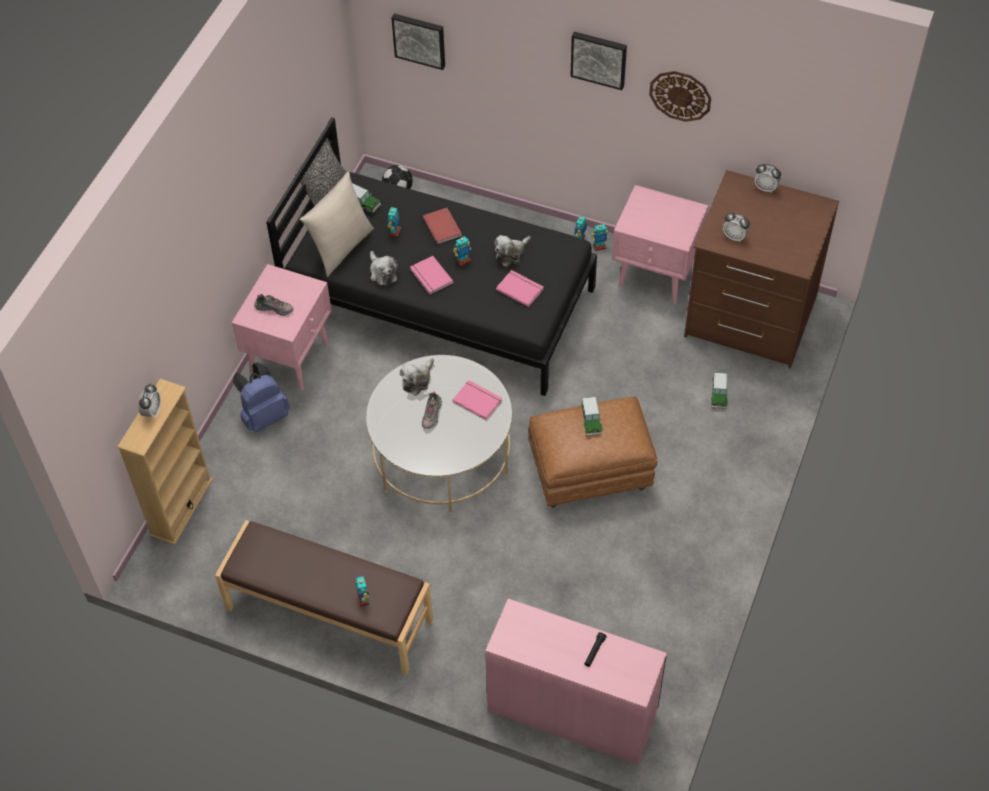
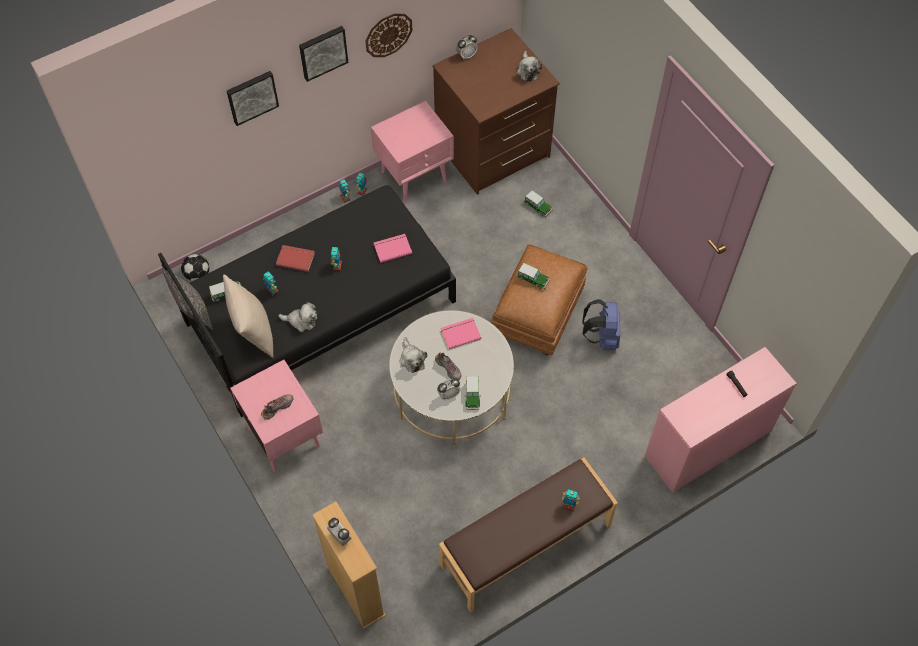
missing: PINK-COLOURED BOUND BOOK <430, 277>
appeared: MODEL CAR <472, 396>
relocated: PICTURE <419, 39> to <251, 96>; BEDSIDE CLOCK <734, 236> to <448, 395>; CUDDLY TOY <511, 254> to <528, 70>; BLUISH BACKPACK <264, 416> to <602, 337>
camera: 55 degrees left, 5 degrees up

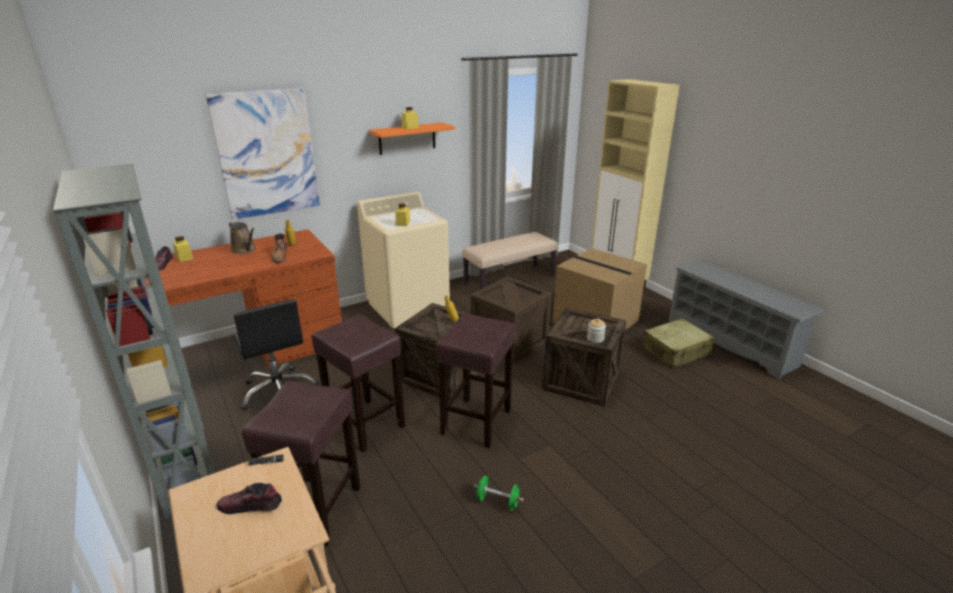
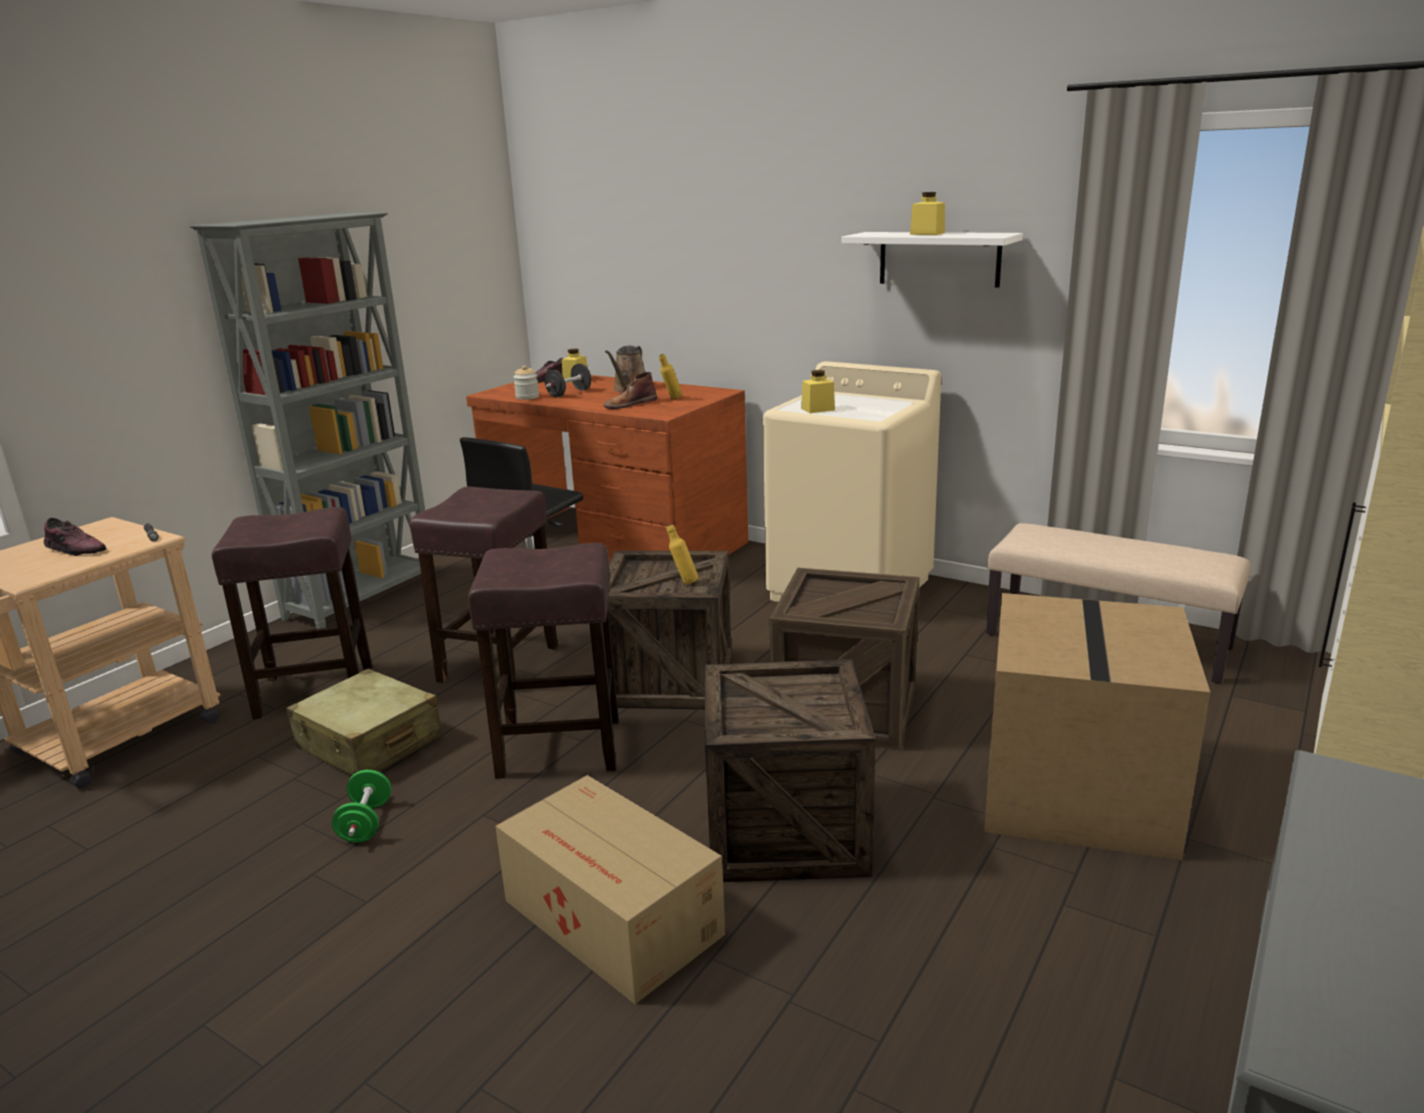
missing: PICTURE <267, 154>
appeared: BLACKISH DUMBBELL <569, 393>; CARDBOARD BOX <613, 919>
relocated: BEIGE PIECE OF LUGGAGE <675, 352> to <369, 743>; PRESERVE JAR <595, 339> to <527, 397>
colour: ORANGE-COLOURED BRACKET SHELF <407, 138> to WHITE-COLOURED BRACKET SHELF <939, 259>
spun: ITEM OF FOOTWEAR <251, 506> = <76, 550> 135 degrees clockwise
camera: 65 degrees right, 5 degrees down

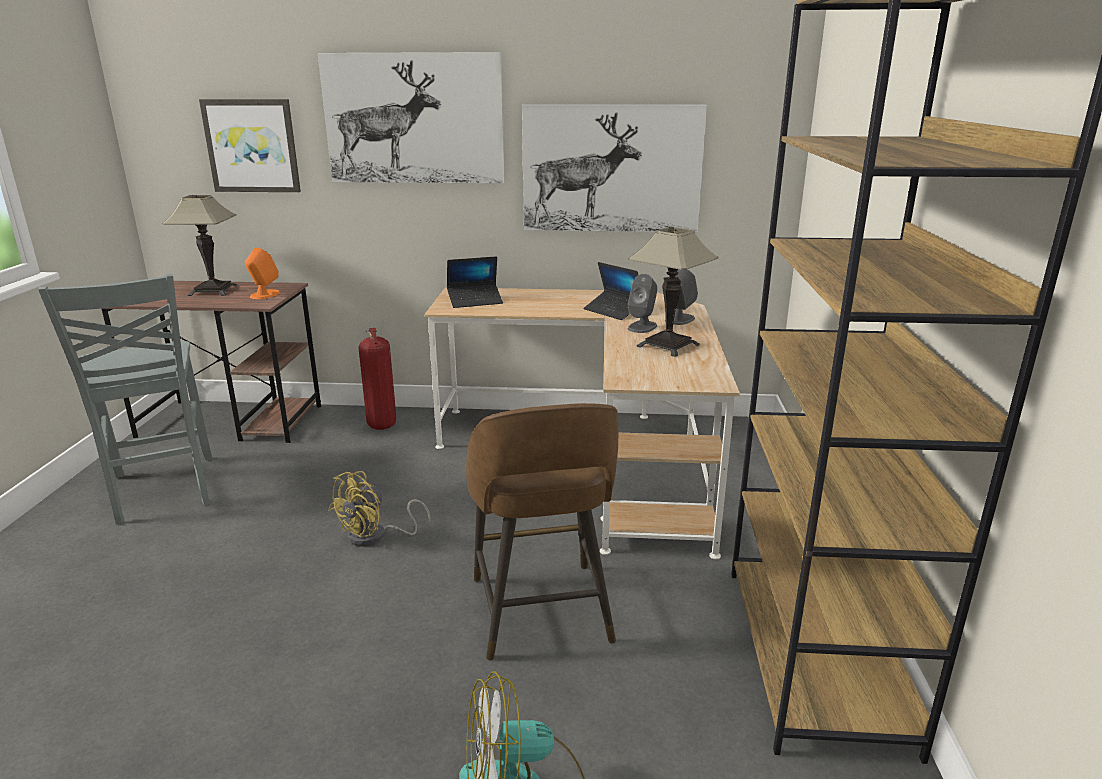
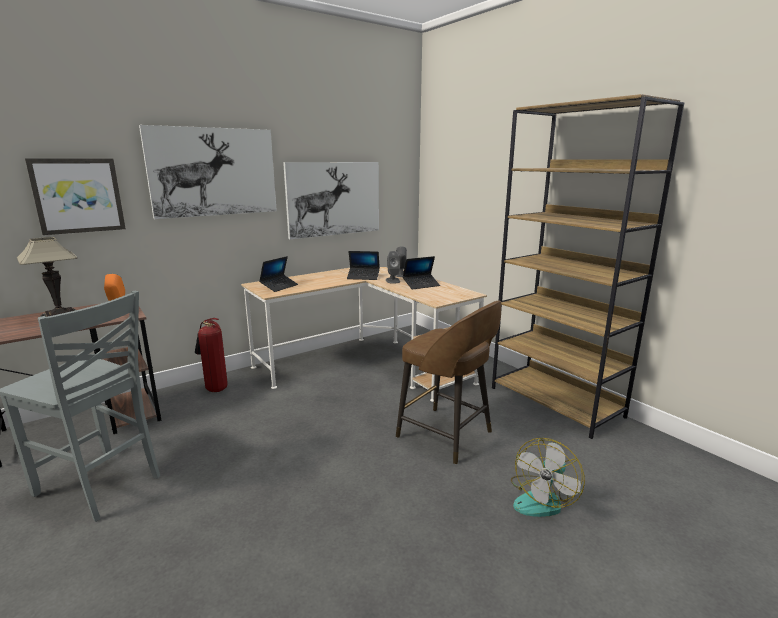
missing: YELLOW-COLOURED FAN <375, 536>
exchanged: TABLE LAMP <668, 345> to LAPTOP <421, 285>
camera: 40 degrees left, 5 degrees down

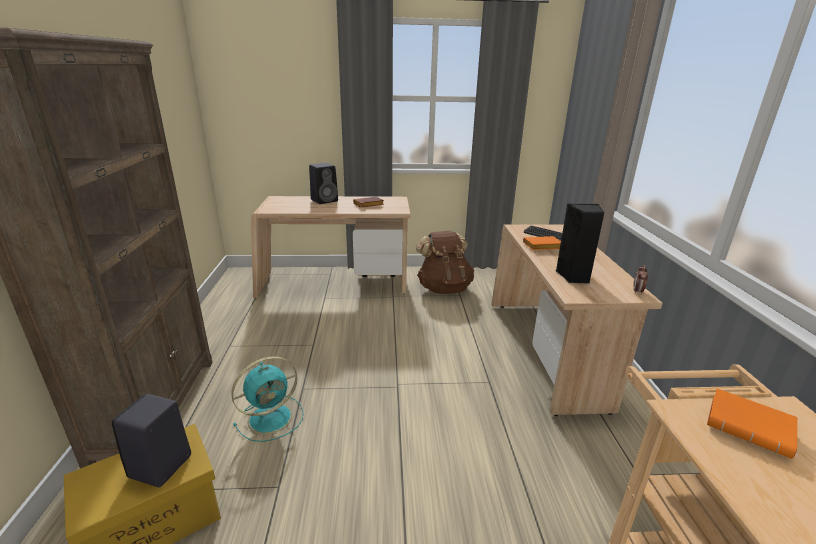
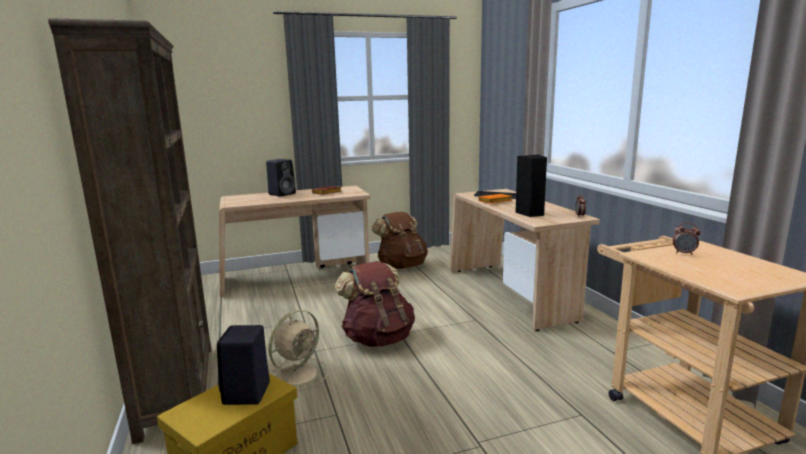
appeared: BROWN BACKPACK <378, 338>
exchanged: ORANGE-COLOURED BOUND BOOK <751, 427> to BEDSIDE CLOCK <684, 253>
colour: BLUE-GREEN FAN <272, 417> to BEIGE FAN <299, 374>
camera: 15 degrees left, 10 degrees down

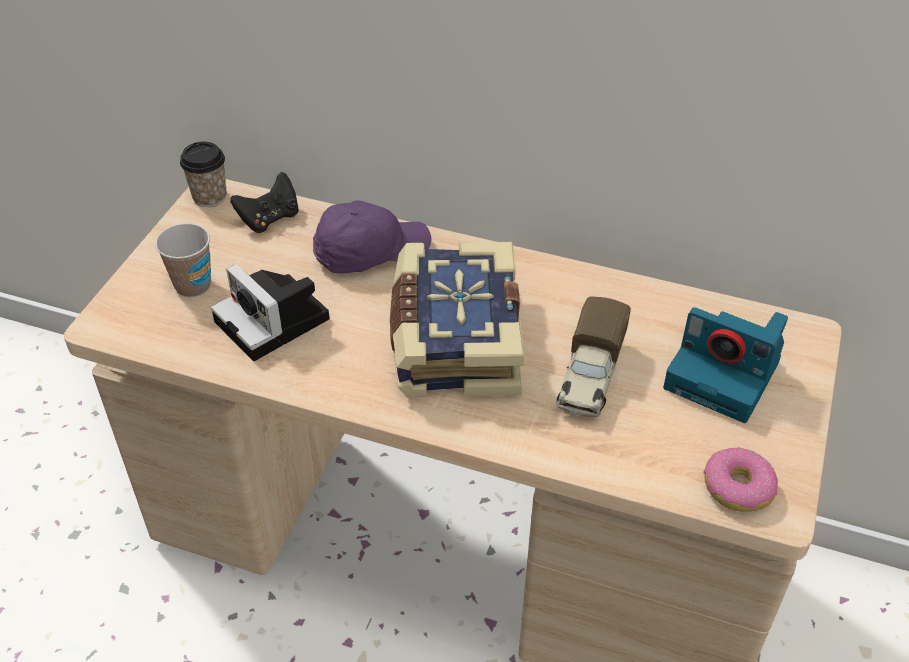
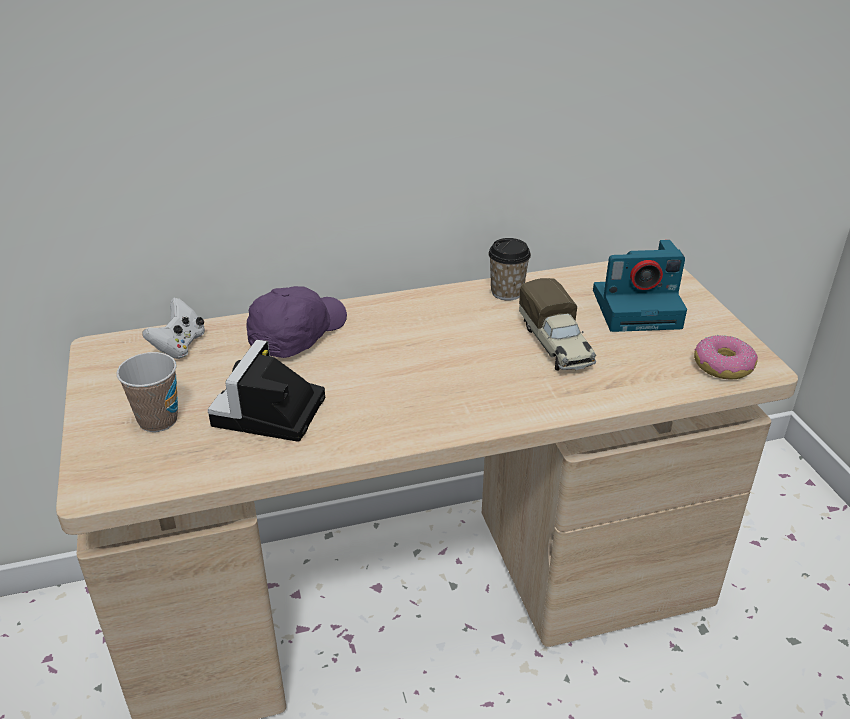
missing: BOUND BOOK <453, 340>
relocated: CUP <209, 197> to <507, 292>
colour: BLACKISH GAMEPAD <269, 219> to WHITE-COLOURED GAMEPAD <179, 345>
spun: PHOTO CAMERA <276, 322> = <269, 414> 90 degrees clockwise
camera: 35 degrees left, 10 degrees down

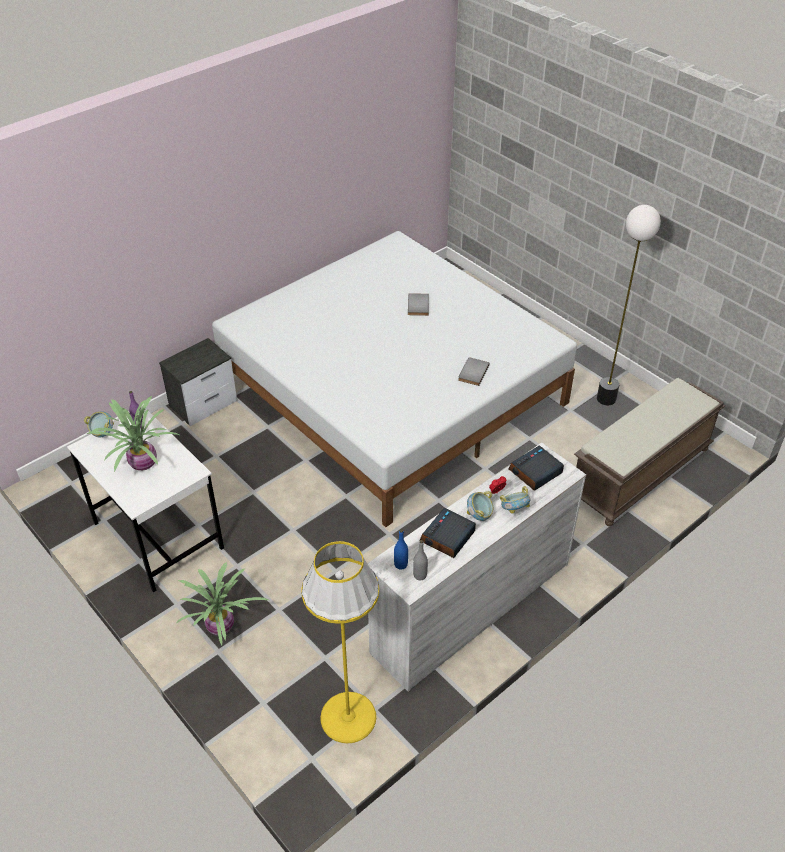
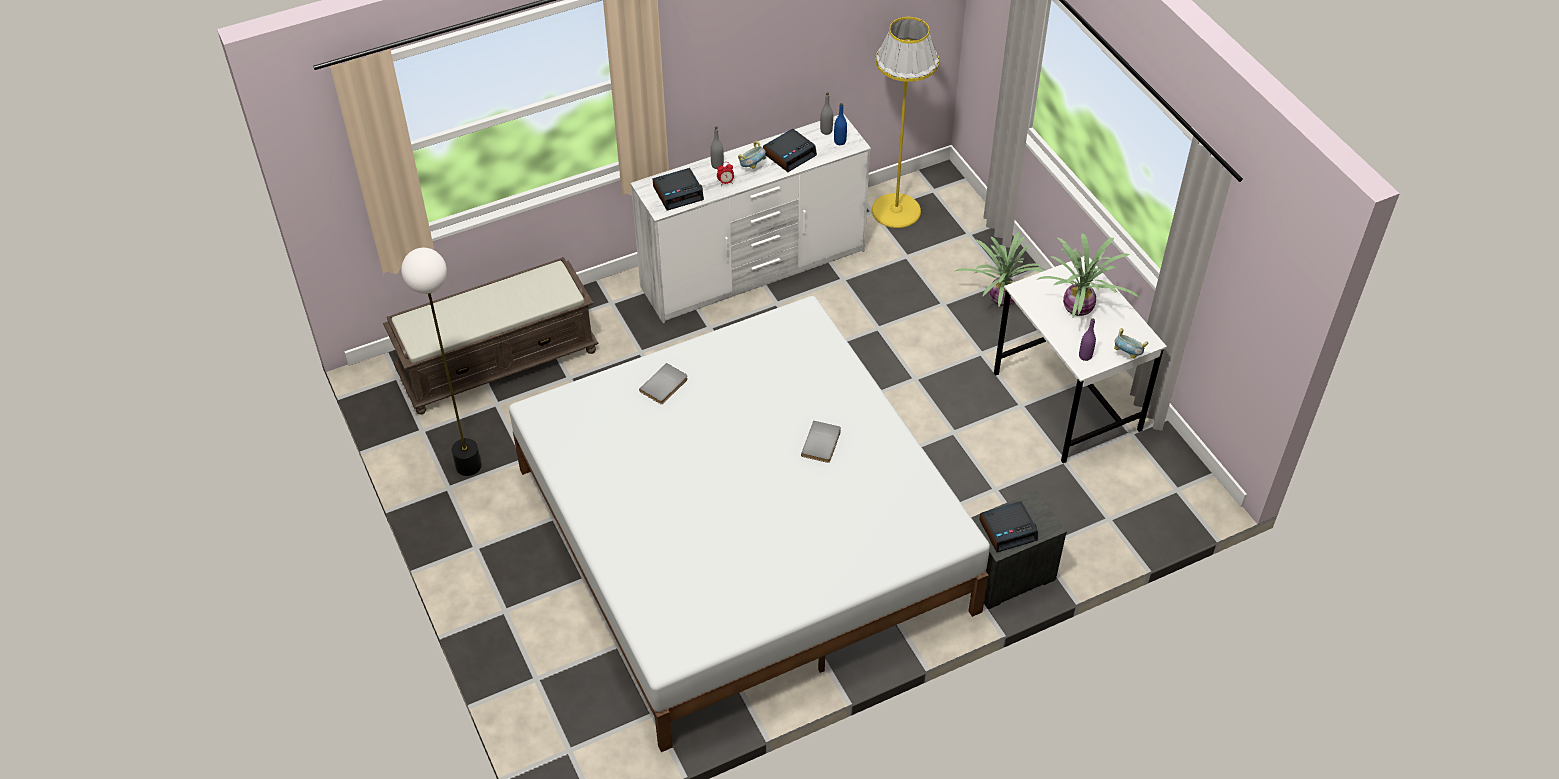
appeared: BEDSIDE CLOCK <1008, 530>
relocated: GRAY BOUND BOOK <417, 305> to <822, 443>
exchanged: SERVING BOWL <514, 509> to GRAY BOTTLE <717, 165>
camera: 165 degrees left, 5 degrees up

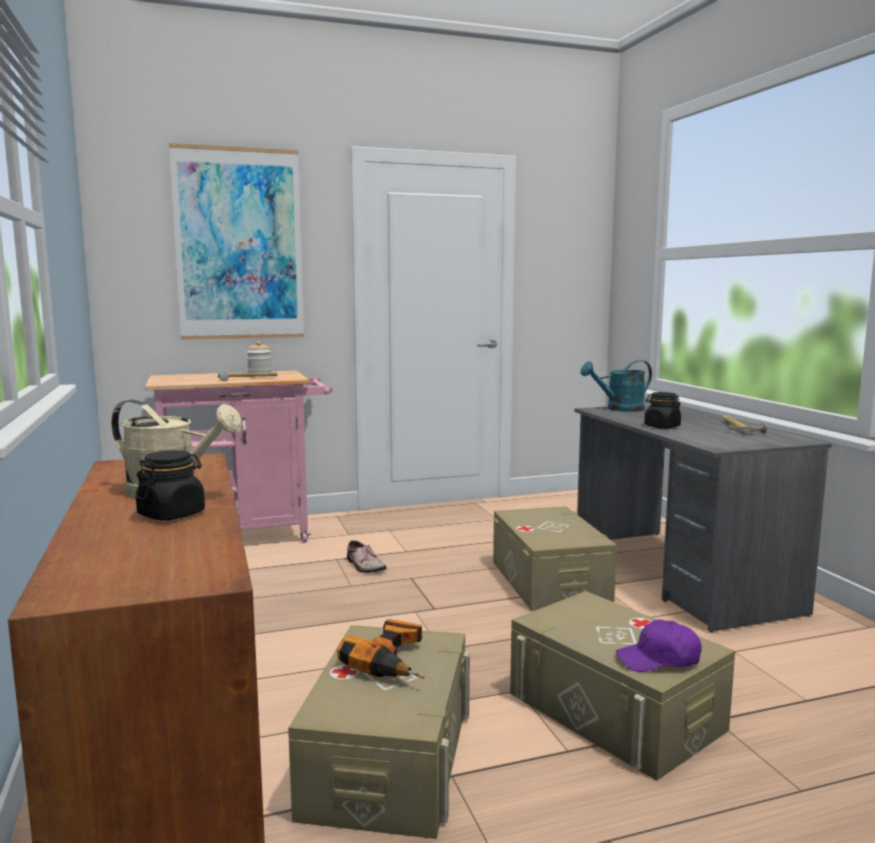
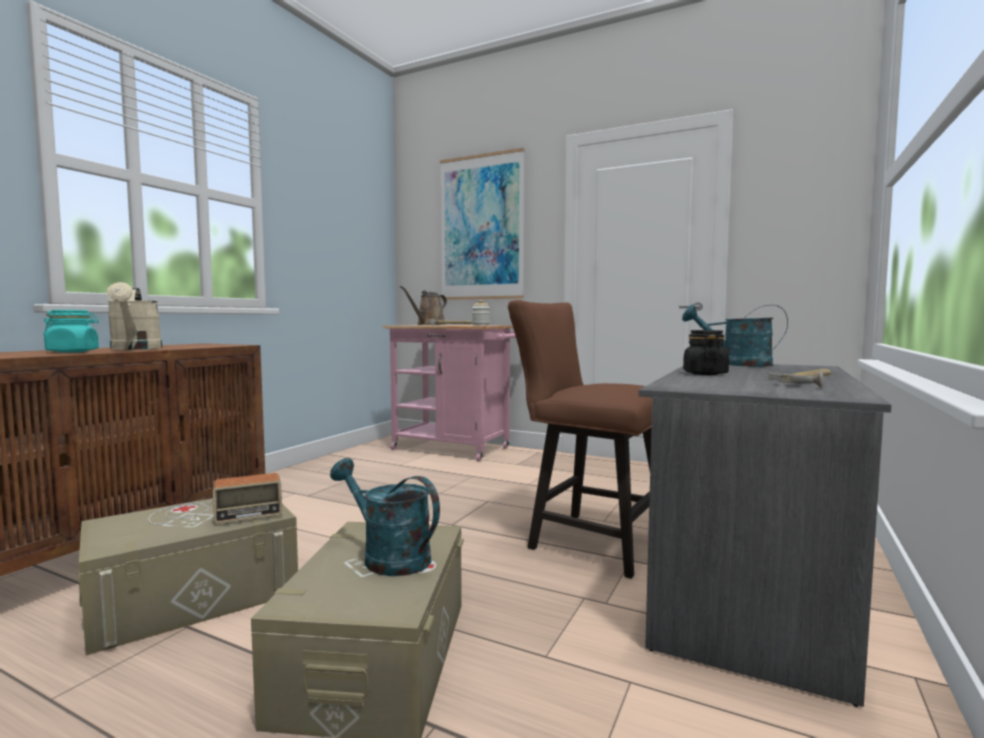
missing: ITEM OF FOOTWEAR <364, 566>; PURPLE-COLOURED PEAKED CAP <658, 659>
appeared: BROWN WATERING CAN <429, 324>; BLUE-GREEN WATERING CAN <387, 557>
exchanged: BEIGE STORAGE CONTAINER <549, 581> to BROWN CHAIR <589, 539>; DRILL <393, 661> to RADIO SET <213, 513>
colour: BLACKISH PRESERVE JAR <172, 514> to BLUE-GREEN PRESERVE JAR <73, 351>
camera: 45 degrees right, 5 degrees down

